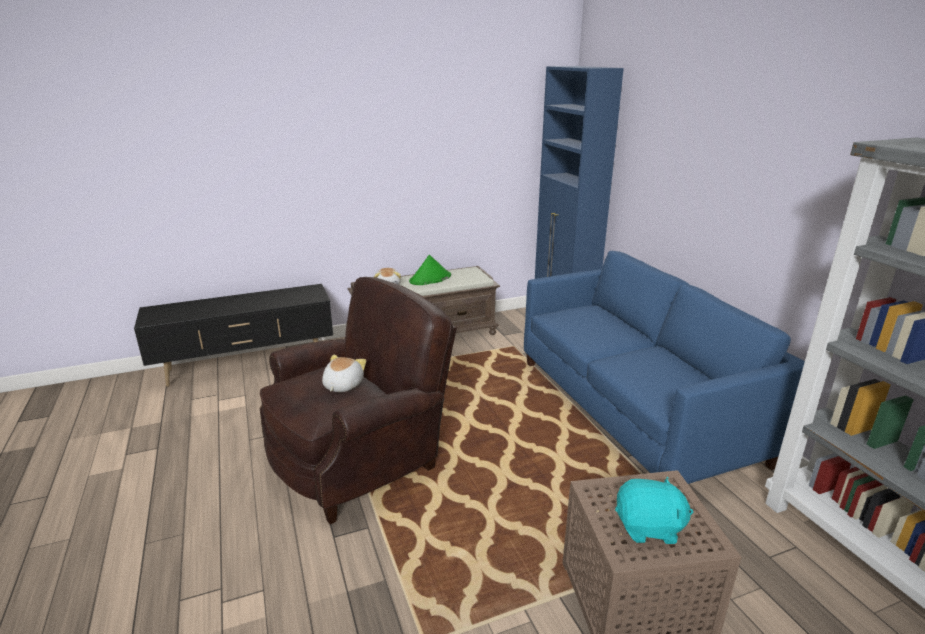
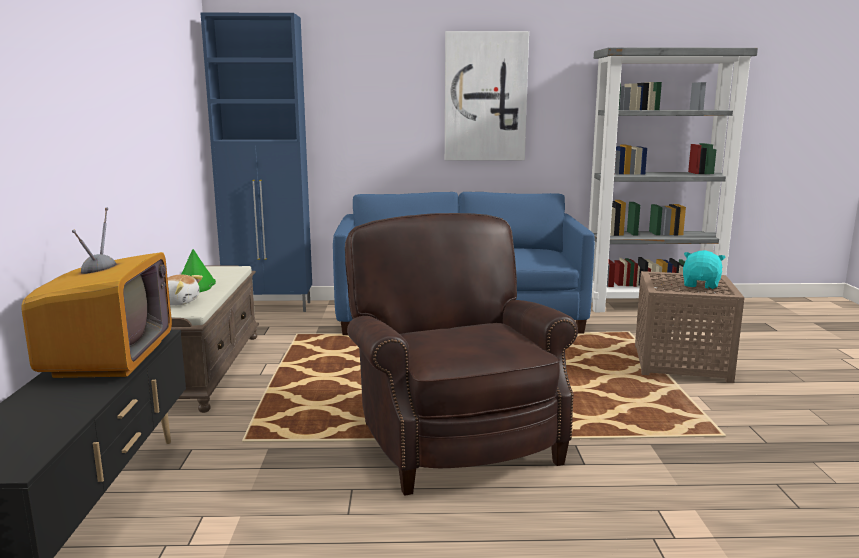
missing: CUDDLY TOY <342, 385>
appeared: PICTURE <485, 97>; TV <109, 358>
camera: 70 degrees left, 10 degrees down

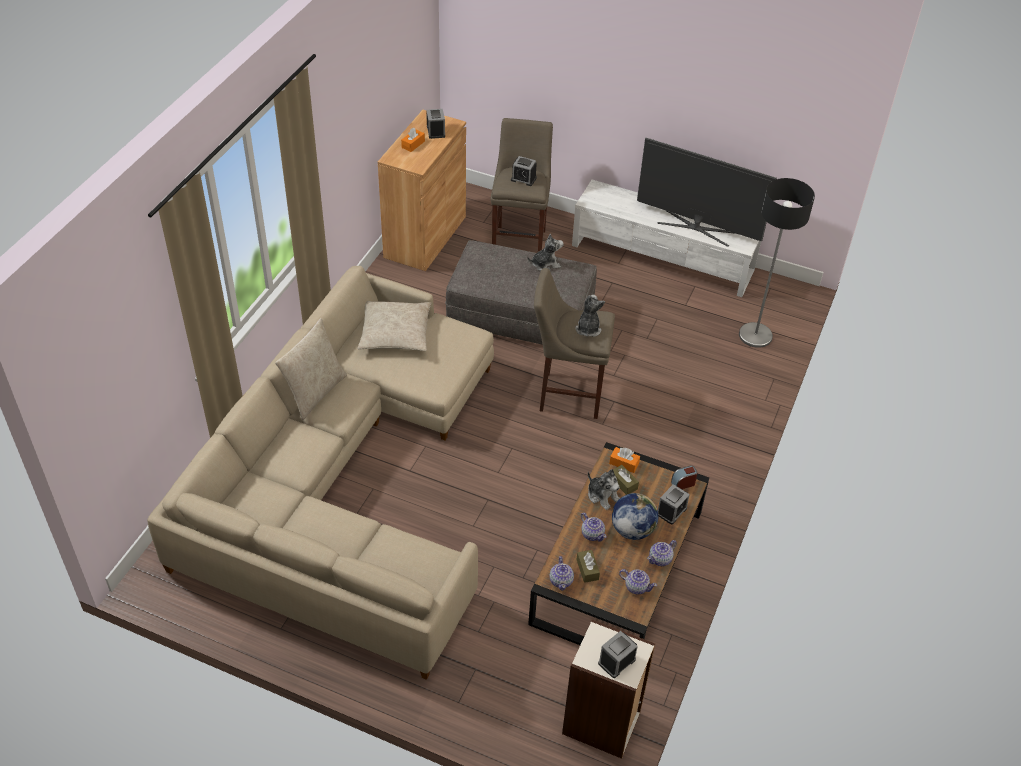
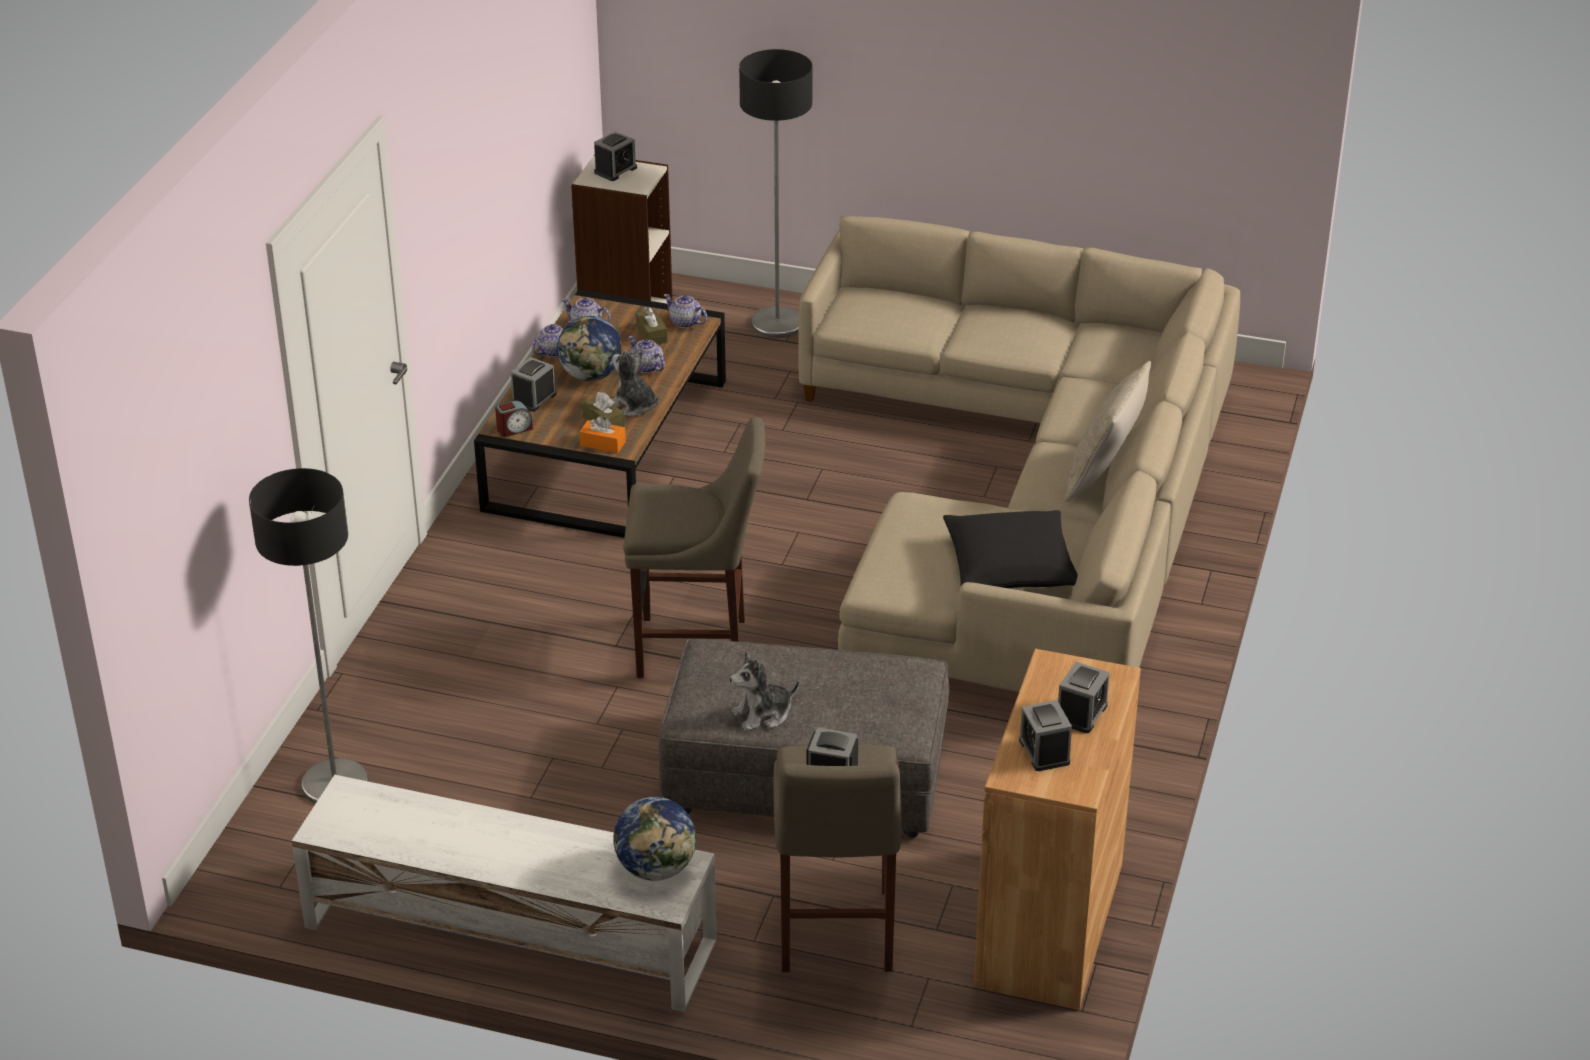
missing: TV <697, 227>; CUDDLY TOY <588, 329>
appeared: STANDING LAMP <776, 323>; WORLD GLOBE <656, 868>
exchanged: ORANGE-COLOURED BOX OF TISSUES <413, 144> to BEDSIDE CLOCK <1081, 713>
colour: BEIGE PILLOW <395, 333> to BLACKISH PILLOW <1010, 565>
spun: TEAPOT <561, 580> = <685, 322> 45 degrees counterclockwise
camera: 175 degrees right, 10 degrees down

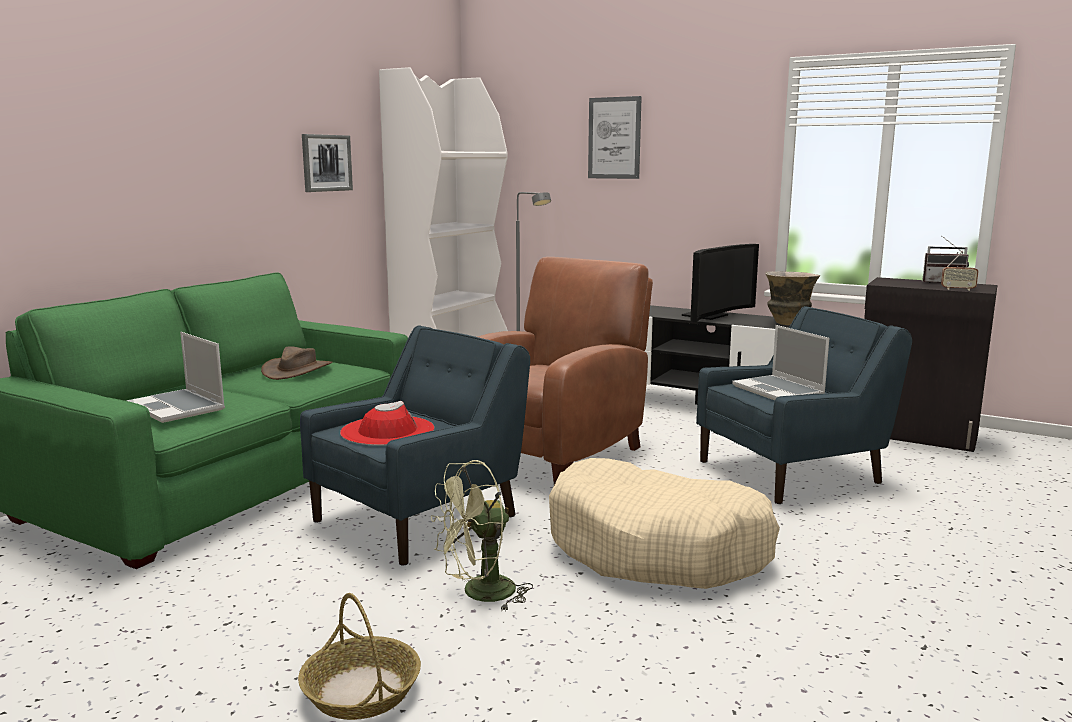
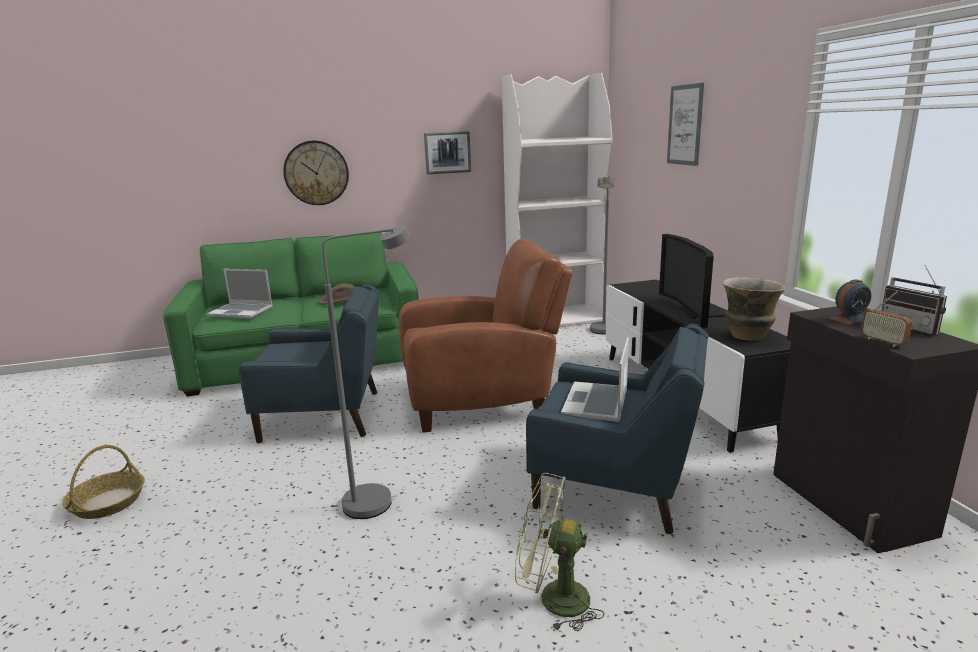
missing: REDDISH CLOTHING HAT <387, 431>
appeared: CLOCK ON THE WALL <316, 173>; BEDSIDE CLOCK <849, 319>
relocated: GREEN-COLOURED FAN <479, 594> to <553, 599>
exchanged: BEIGE DOG CUSHION <658, 548> to GRAY STANDING LAMP <380, 499>
spun: TV <710, 316> = <695, 312> 90 degrees clockwise; LAPTOP <178, 408> = <242, 312> 75 degrees counterclockwise
camera: 45 degrees right, 5 degrees up

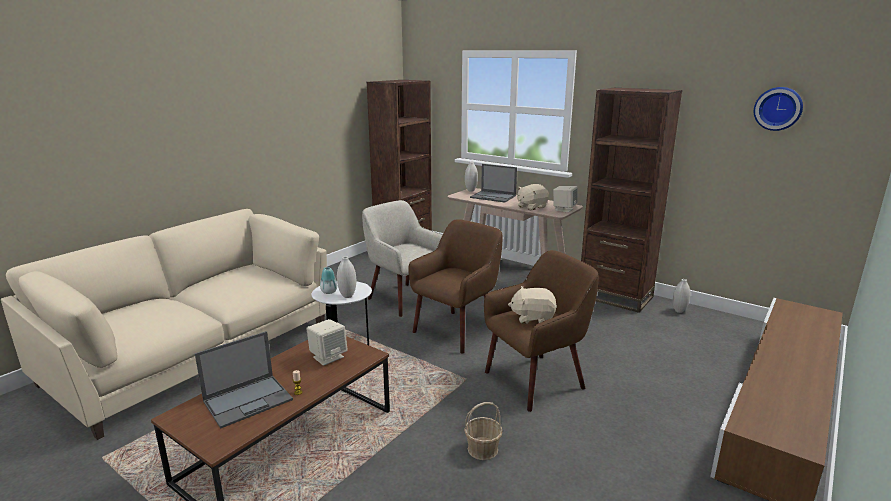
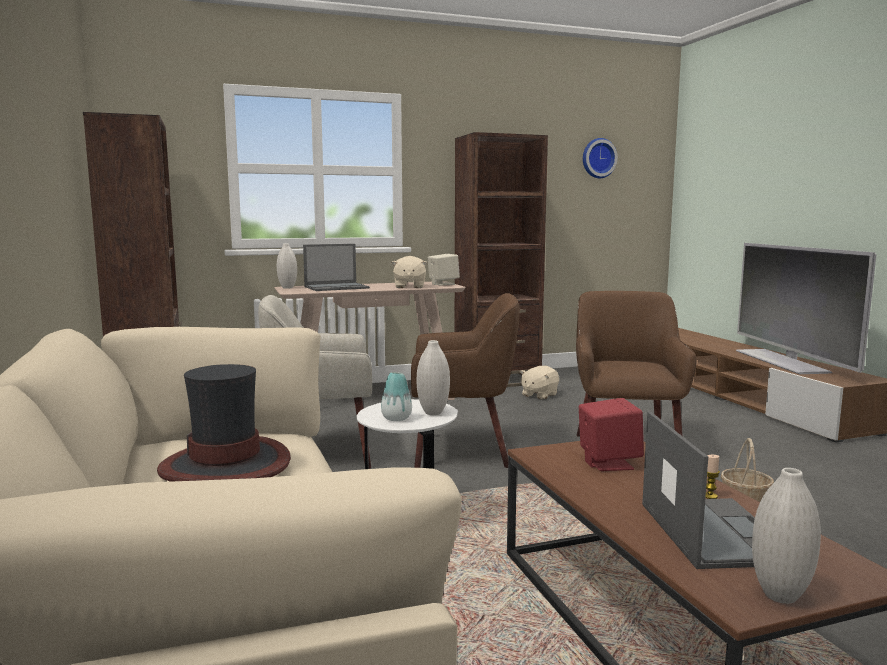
appeared: TV <782, 361>; CLOTHING HAT <226, 465>
relocated: WHITE-COLOURED FLOWER VASE <679, 311> to <780, 595>; BEIGE CUDDLY TOY <533, 318> to <539, 395>
colour: BEIGE SPEAKER <328, 357> to REDDISH SPEAKER <608, 463>
spun: BROWN ARMCHAIR <457, 330> = <463, 451> 105 degrees clockwise
camera: 55 degrees left, 10 degrees down

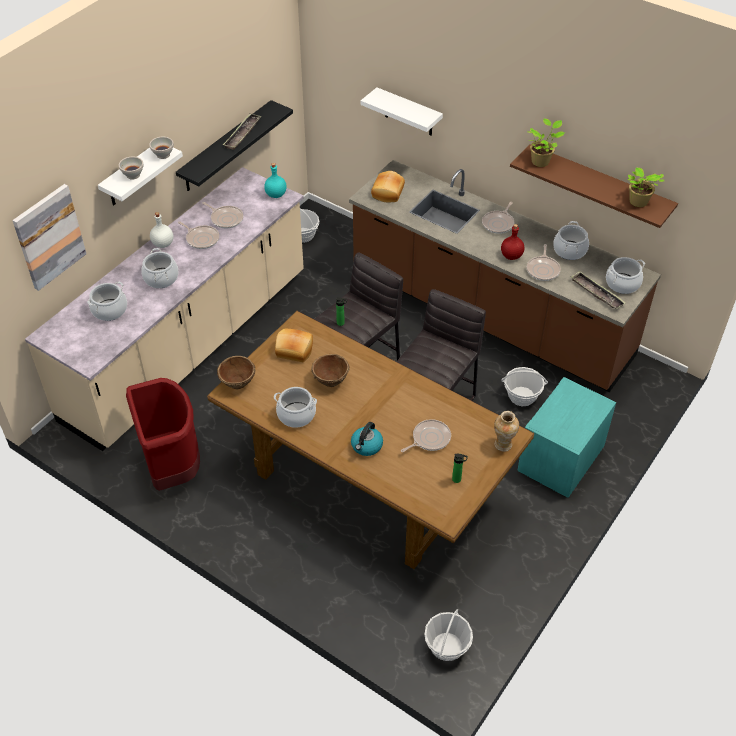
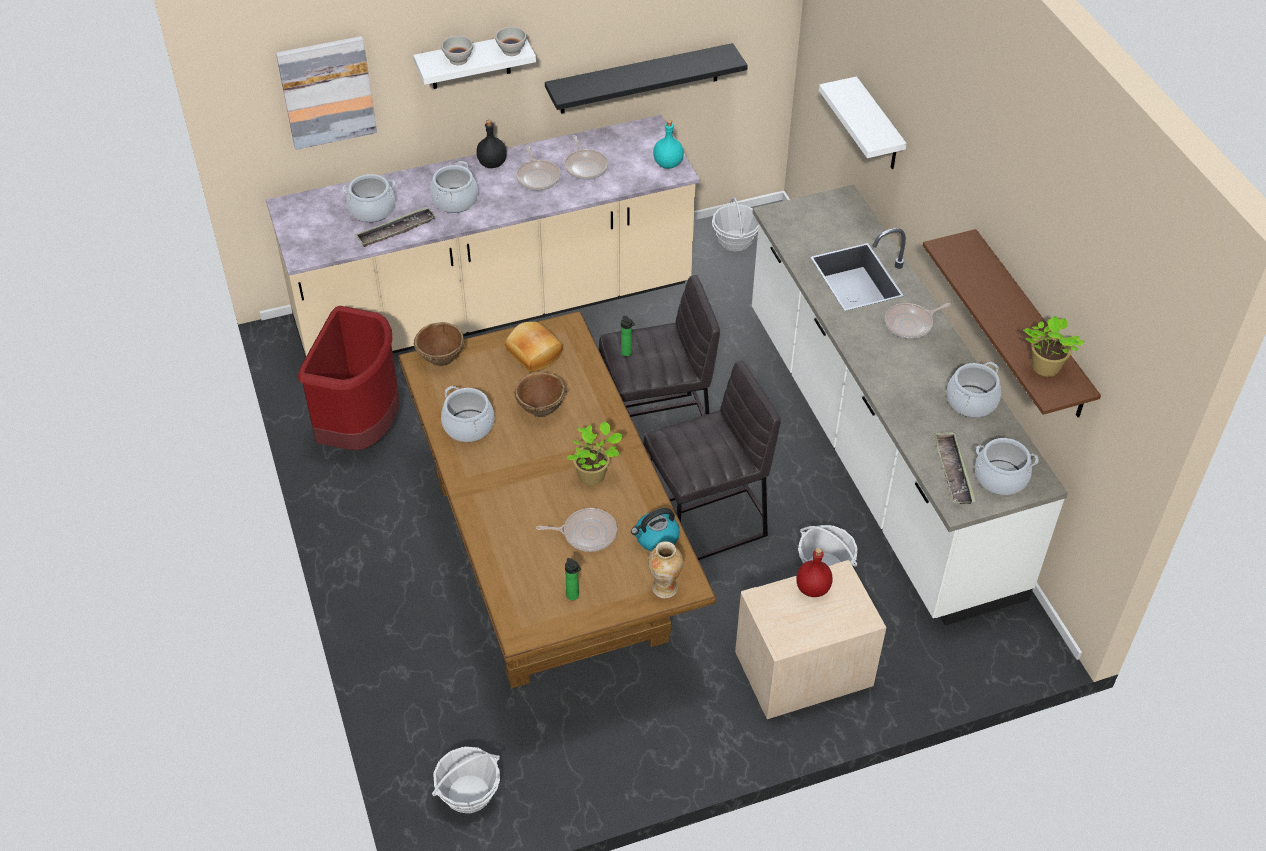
missing: BREAD <388, 193>; SKILLET <543, 269>
relocated: TRAY <242, 134> to <396, 230>; PLANT IN A POT <541, 161> to <594, 475>; REDDISH BOTTLE <511, 255> to <813, 588>; WATER KETTLE <366, 446> to <656, 538>
colour: BROWN KITCHEN BASE UNIT <489, 315> to WHITE-COLOURED KITCHEN BASE UNIT <876, 449>; WHITE-COLOURED BOTTLE <162, 244> to BLACKISH BOTTLE <491, 163>; BLUE-GREEN BEDSIDE TABLE <560, 458> to BEIGE BEDSIDE TABLE <802, 668>
camera: 35 degrees right, 0 degrees up

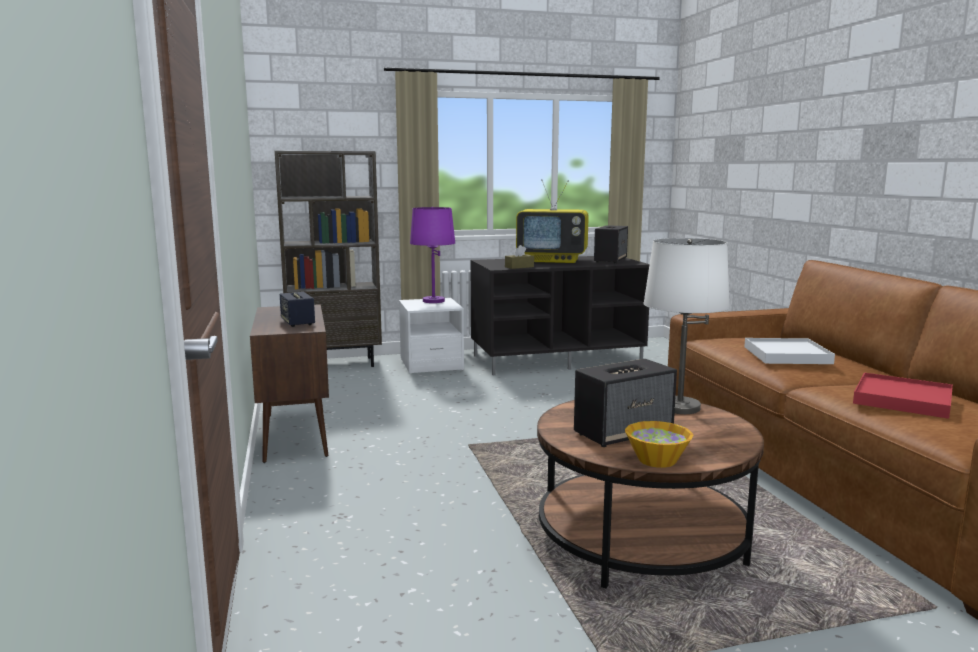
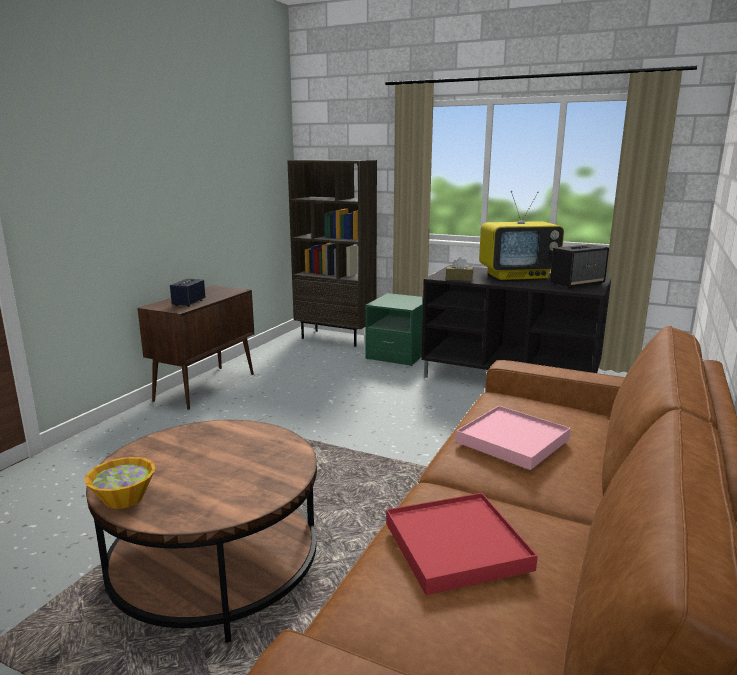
missing: PURPLE-COLOURED TABLE LAMP <433, 301>; WHITE-COLOURED TABLE LAMP <680, 408>; SPEAKER <624, 433>
colour: WHITE-COLOURED BEDSIDE TABLE <431, 364> to GREEN-COLOURED BEDSIDE TABLE <398, 355>; WHITE-COLOURED TRAY <786, 355> to PINK-COLOURED TRAY <512, 440>
spun: TV <553, 260> = <518, 276> 60 degrees counterclockwise
camera: 40 degrees right, 5 degrees up

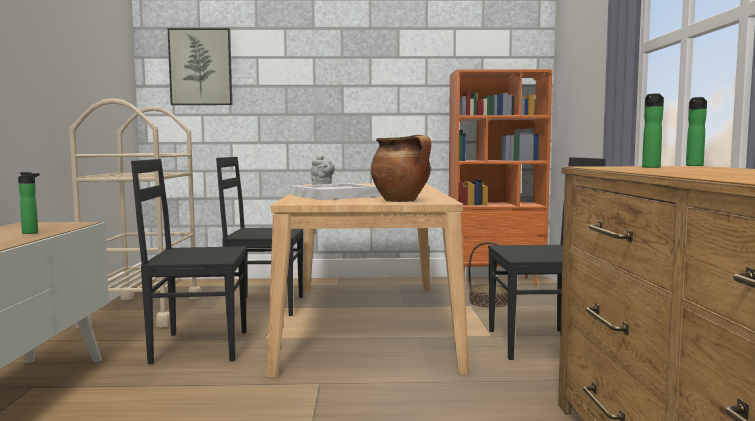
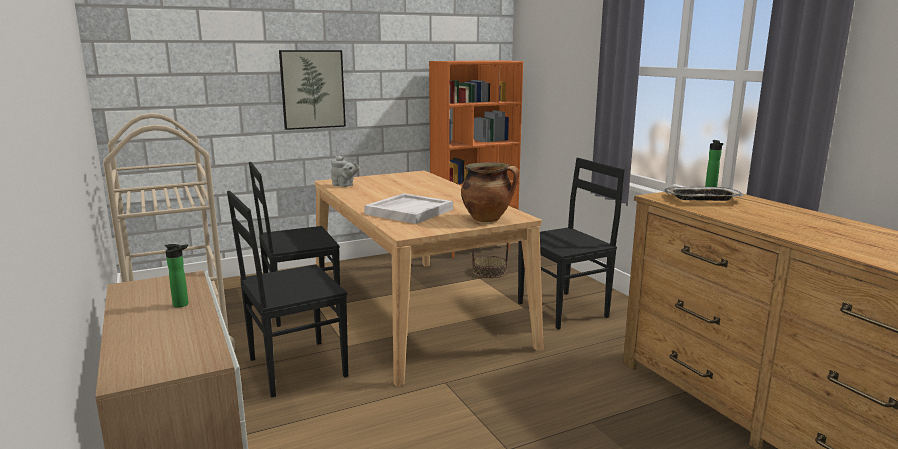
relocated: PICTURE <201, 67> to <312, 89>
exchanged: BOTTLE <651, 167> to TRAY <701, 199>
camera: 25 degrees left, 10 degrees up

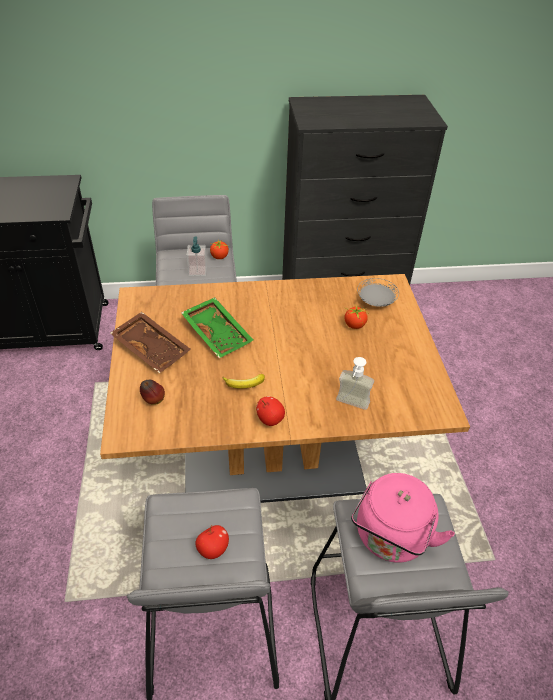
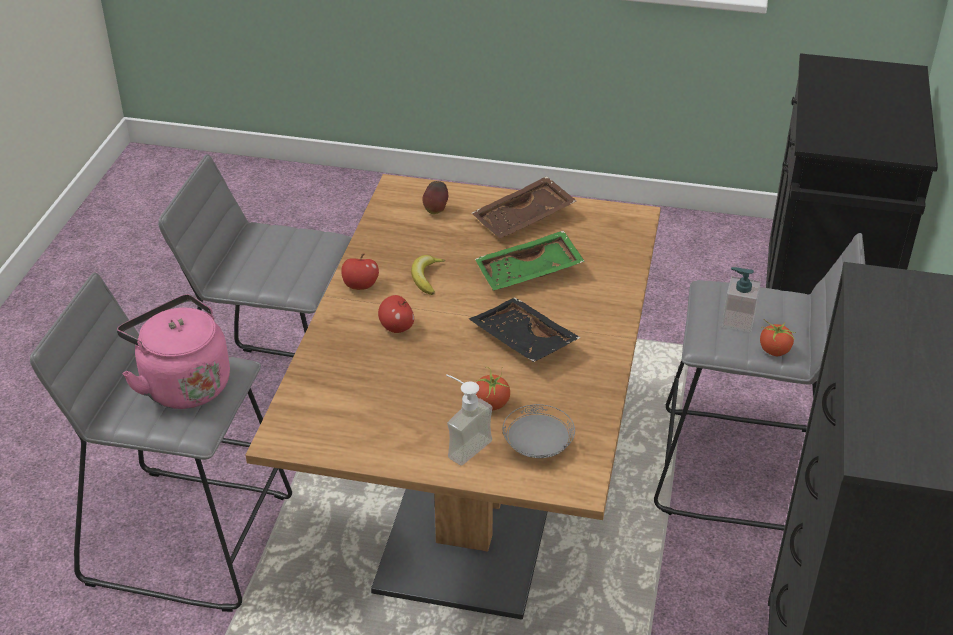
appeared: BLACKISH TRAY <521, 341>
relocated: SOAP DISPENSER <350, 406> to <462, 444>; APPLE <213, 549> to <397, 328>
camera: 110 degrees right, 5 degrees down

